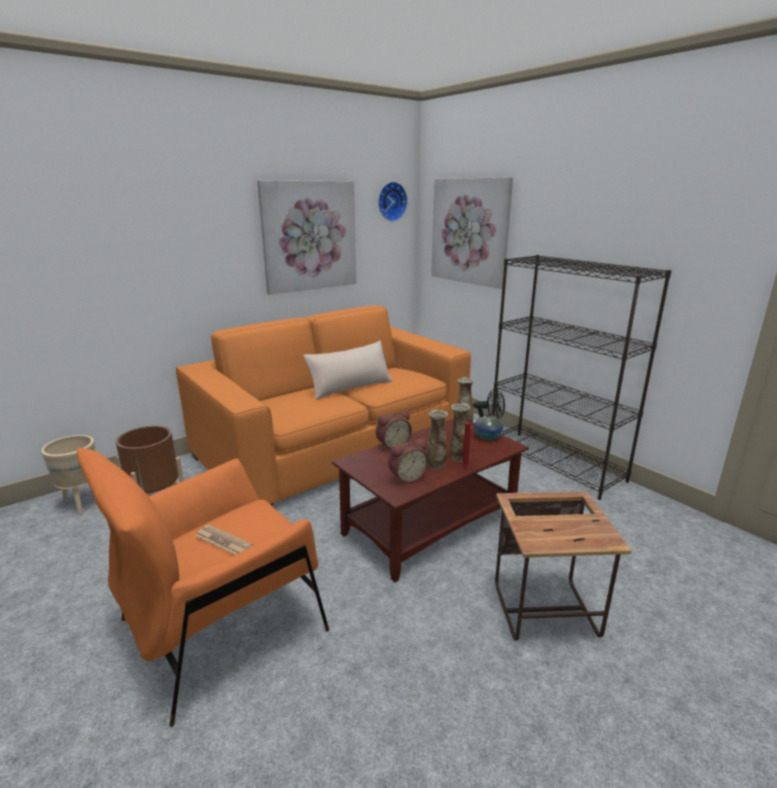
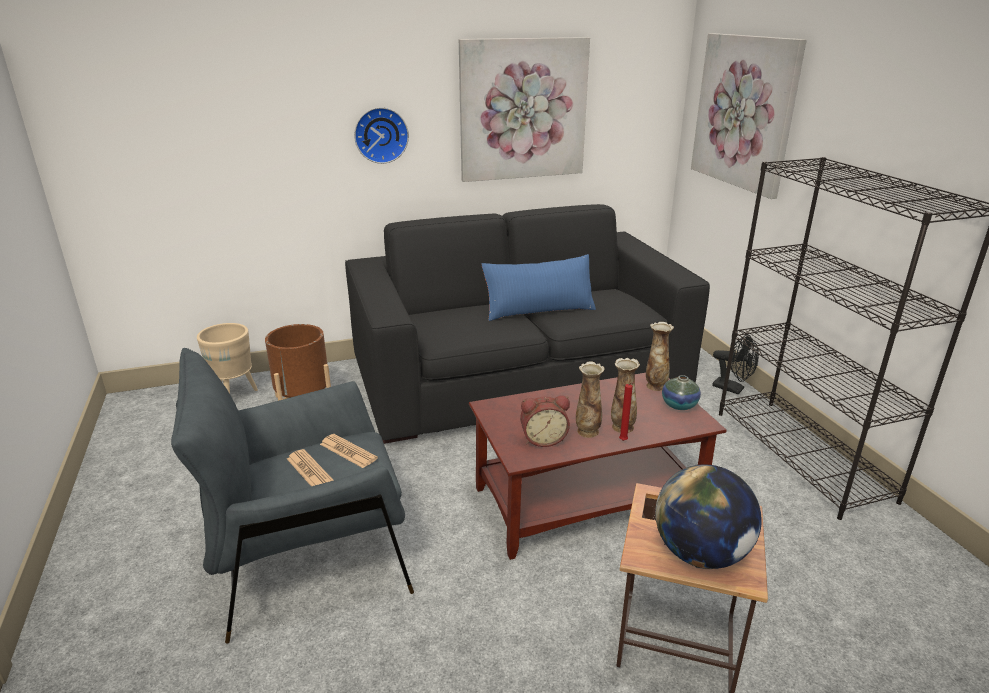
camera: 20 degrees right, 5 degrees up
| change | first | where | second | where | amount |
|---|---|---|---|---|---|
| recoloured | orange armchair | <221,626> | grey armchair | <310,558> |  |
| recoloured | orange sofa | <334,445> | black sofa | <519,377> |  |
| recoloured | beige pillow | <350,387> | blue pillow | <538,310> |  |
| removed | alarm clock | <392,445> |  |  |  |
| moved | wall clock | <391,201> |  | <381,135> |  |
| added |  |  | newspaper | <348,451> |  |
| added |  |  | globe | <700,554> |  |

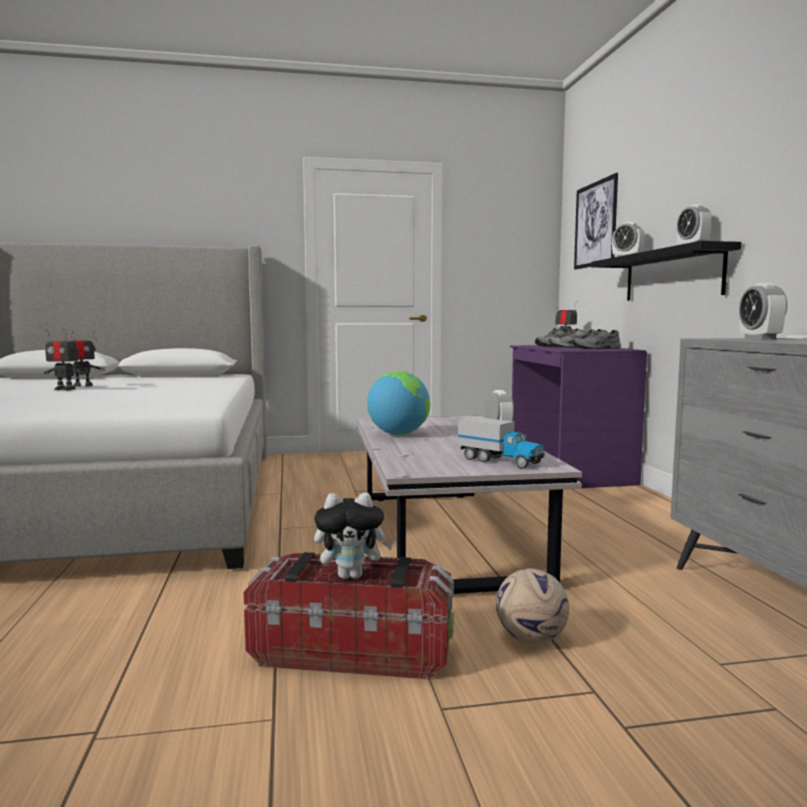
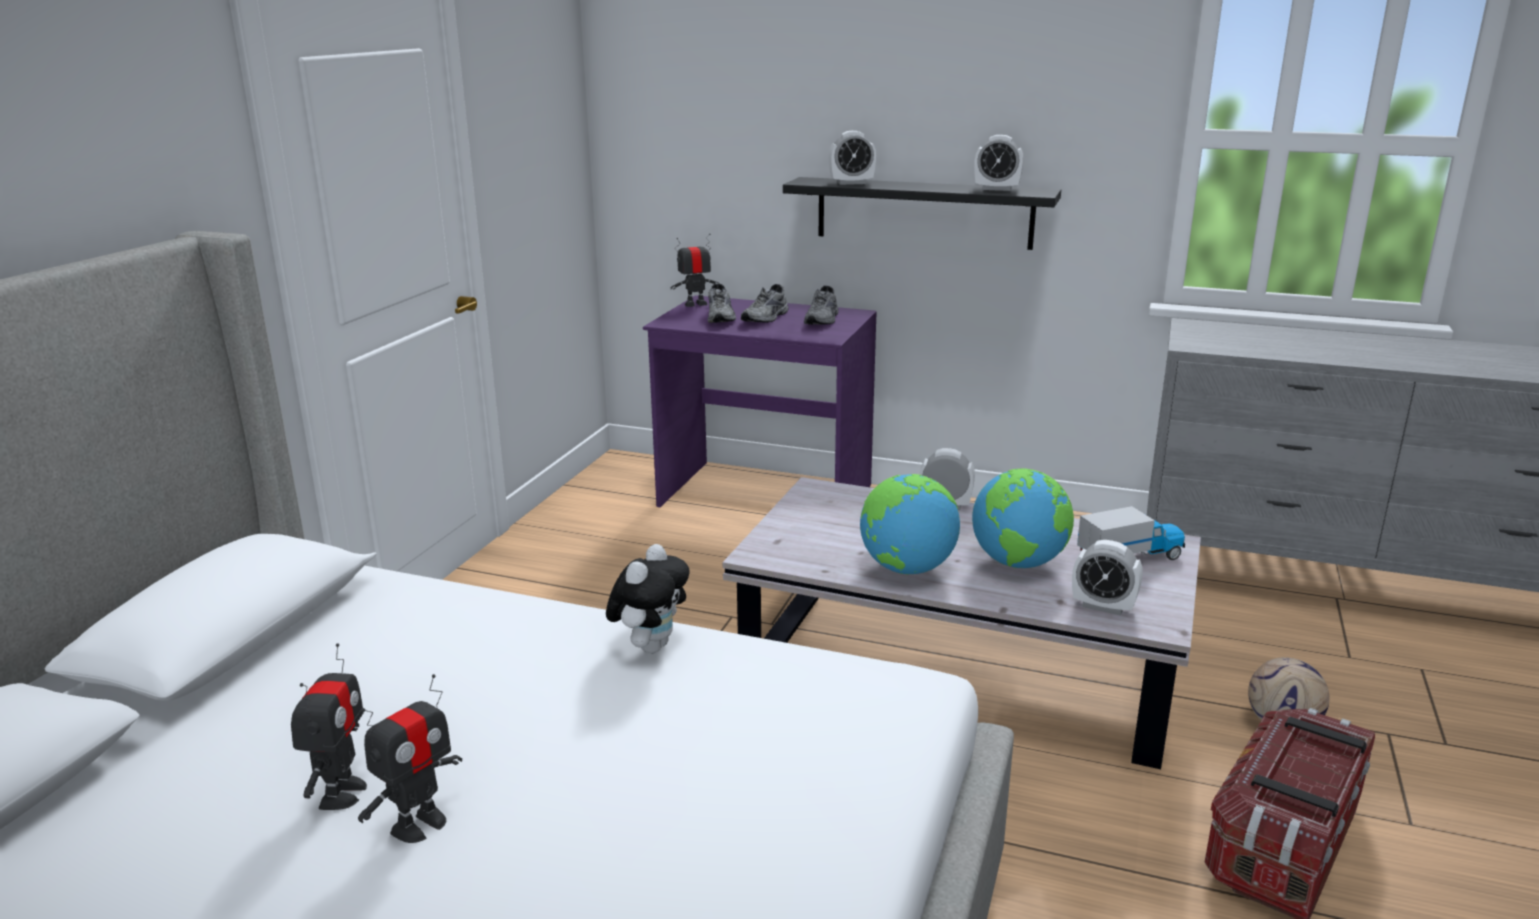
camera: 60 degrees left, 15 degrees up
| change | first | where | second | where | amount |
|---|---|---|---|---|---|
| moved | plush toy | <352,575> |  | <651,645> |  |
| removed | picture | <595,224> |  |  |  |
| moved | alarm clock | <760,338> |  | <1103,607> |  |
| added |  |  | globe | <1019,563> |  |

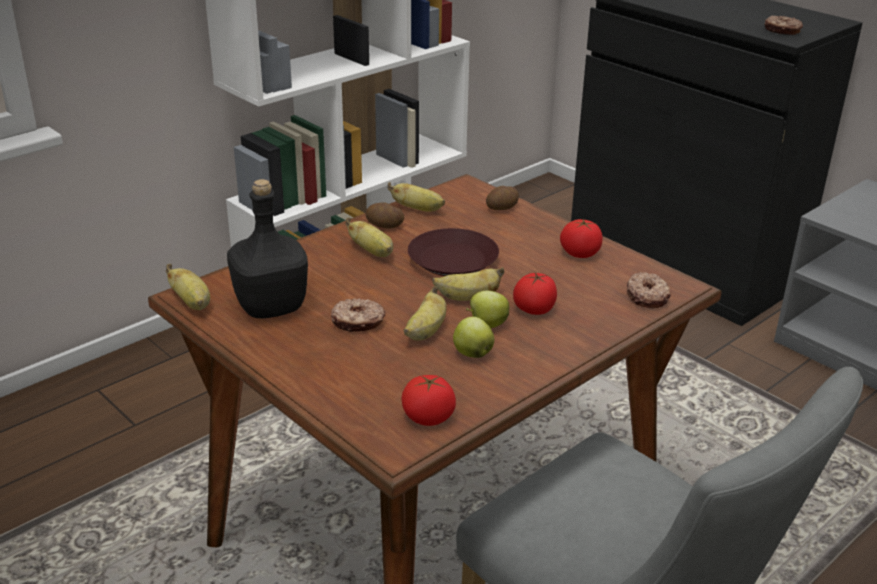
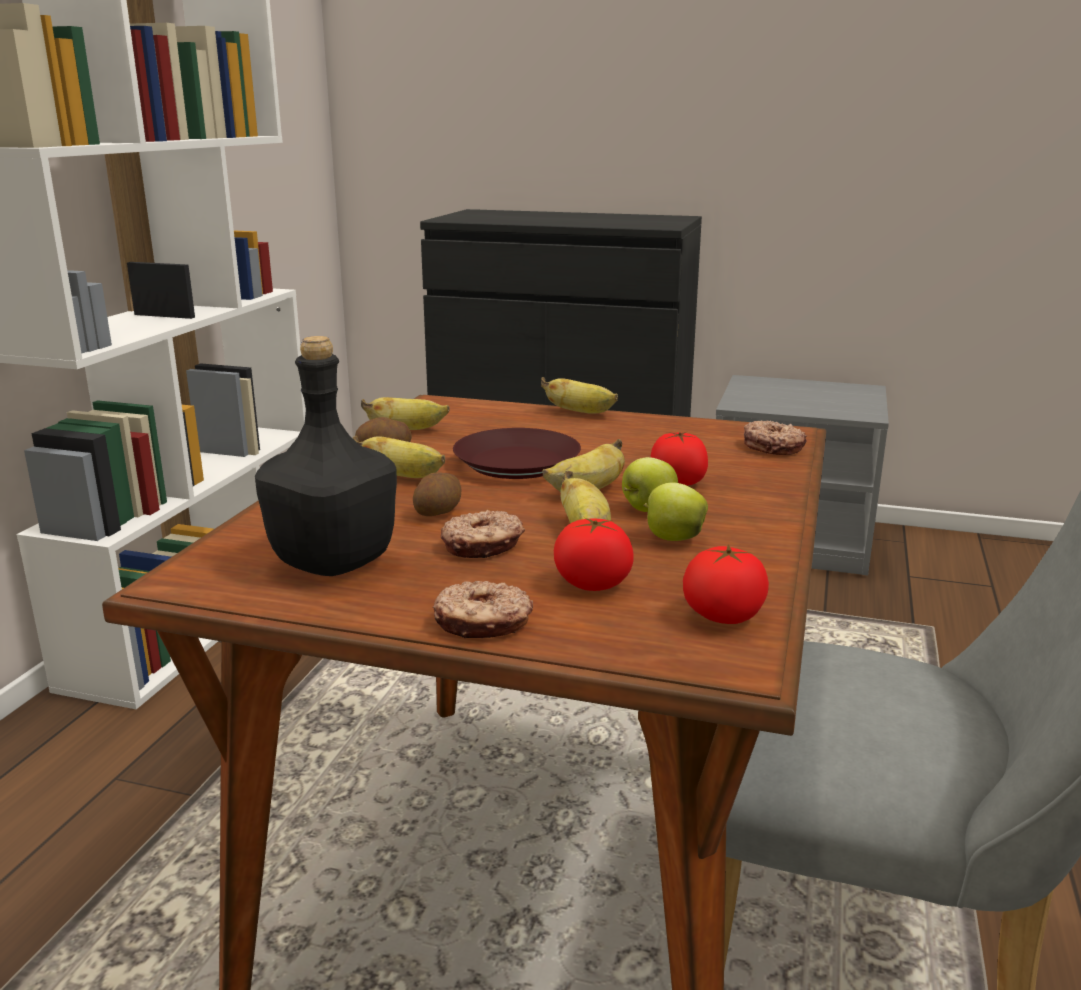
camera: 30 degrees left, 10 degrees down
| change | first | where | second | where | amount |
|---|---|---|---|---|---|
| moved | banana | <192,303> |  | <581,413> |  |
| moved | potato | <502,208> |  | <439,512> |  |
| moved | tomato | <580,253> |  | <592,583> |  |
| moved | donut | <782,31> |  | <482,624> |  |

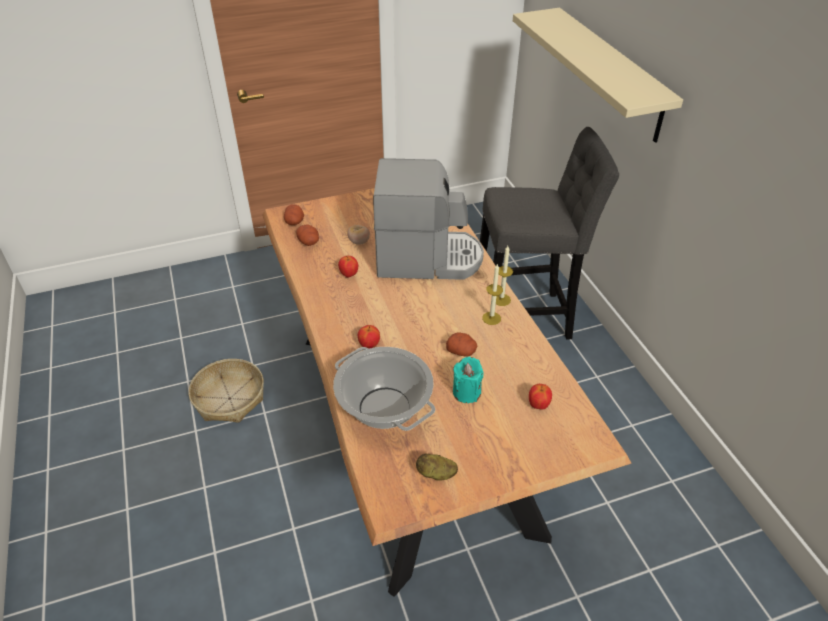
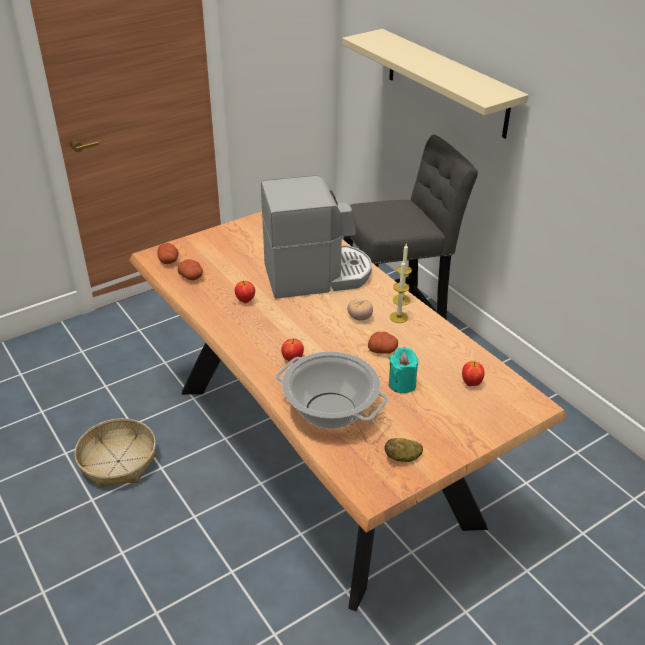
camera: 15 degrees left, 5 degrees down
| change | first | where | second | where | amount |
|---|---|---|---|---|---|
| moved | tomato | <359,242> |  | <359,317> |  |

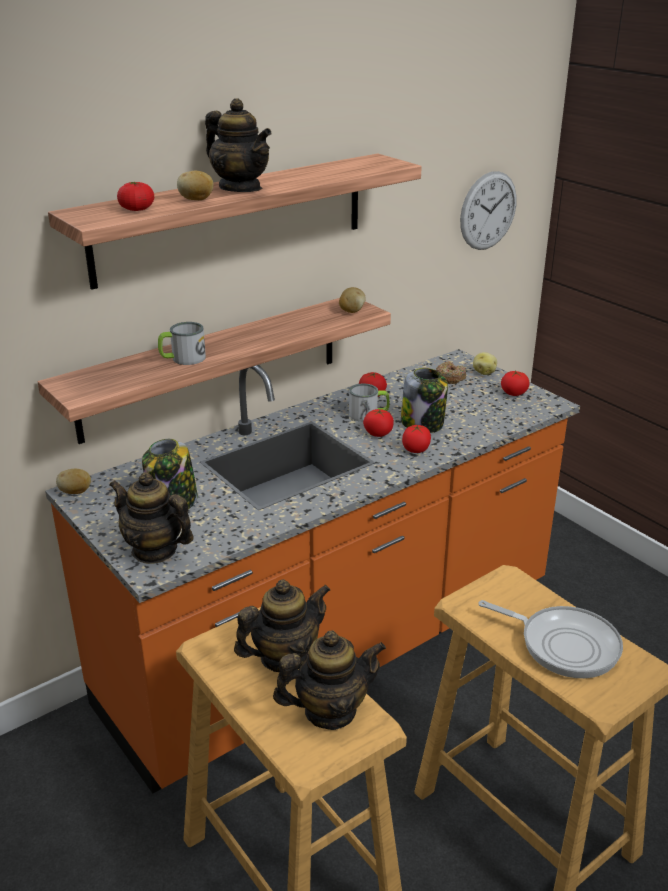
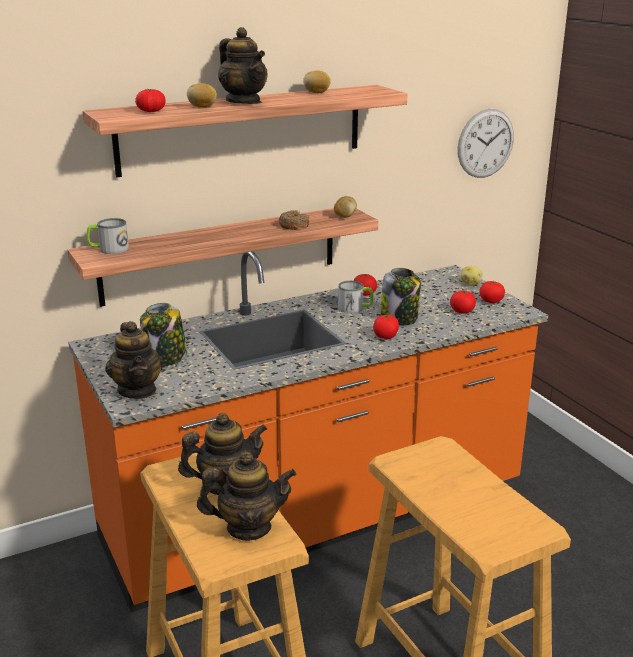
camera: 10 degrees right, 5 degrees down
| change | first | where | second | where | amount |
|---|---|---|---|---|---|
| moved | potato | <75,492> |  | <317,93> |  |
| turned | teapot | <154,550> |  | <137,390> | 150 degrees counterclockwise |
| moved | mug | <182,359> |  | <108,249> |  |
| moved | tomato | <378,433> |  | <462,311> |  |
| moved | donut | <450,378> |  | <293,225> |  |
| removed | frying pan | <563,644> |  |  |  |

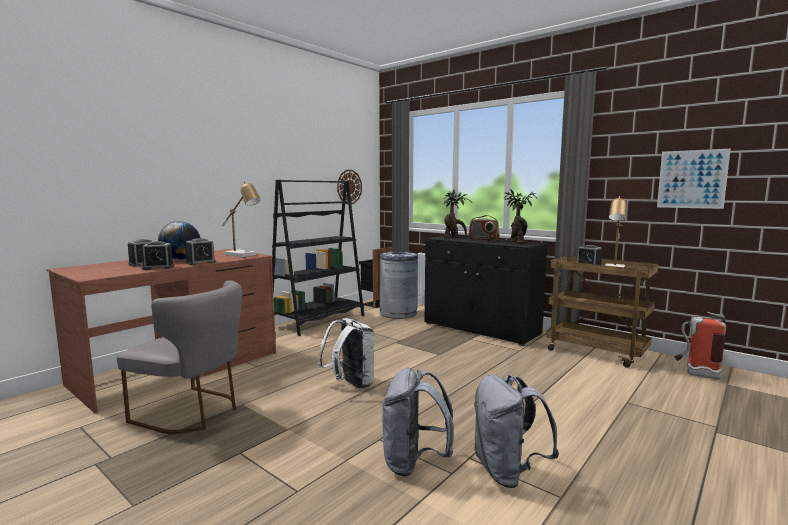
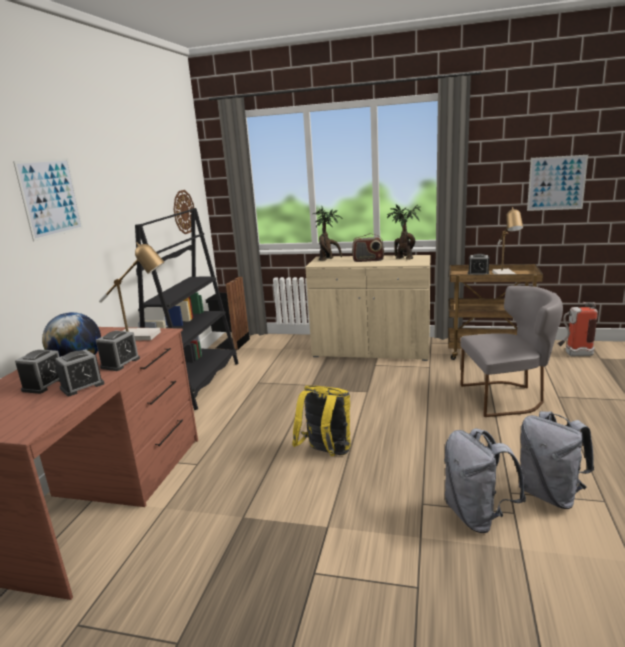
camera: 25 degrees left, 10 degrees up
| change | first | where | second | where | amount |
|---|---|---|---|---|---|
| moved | grey chair | <194,412> |  | <507,397> |  |
| recoloured | white backpack | <350,384> | yellow backpack | <326,453> |  |
| removed | grey trash can | <398,313> |  |  |  |
| recoloured | black cabinet | <480,329> | beige cabinet | <371,351> |  |
| added |  |  | picture | <50,198> |  |

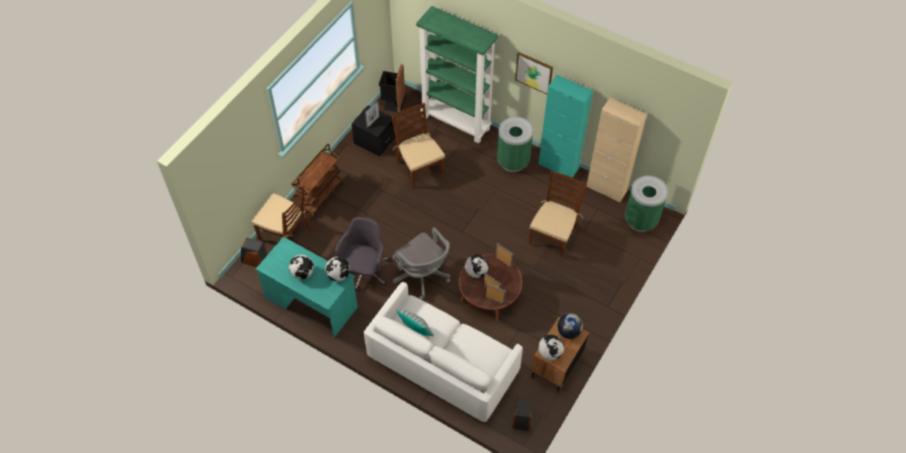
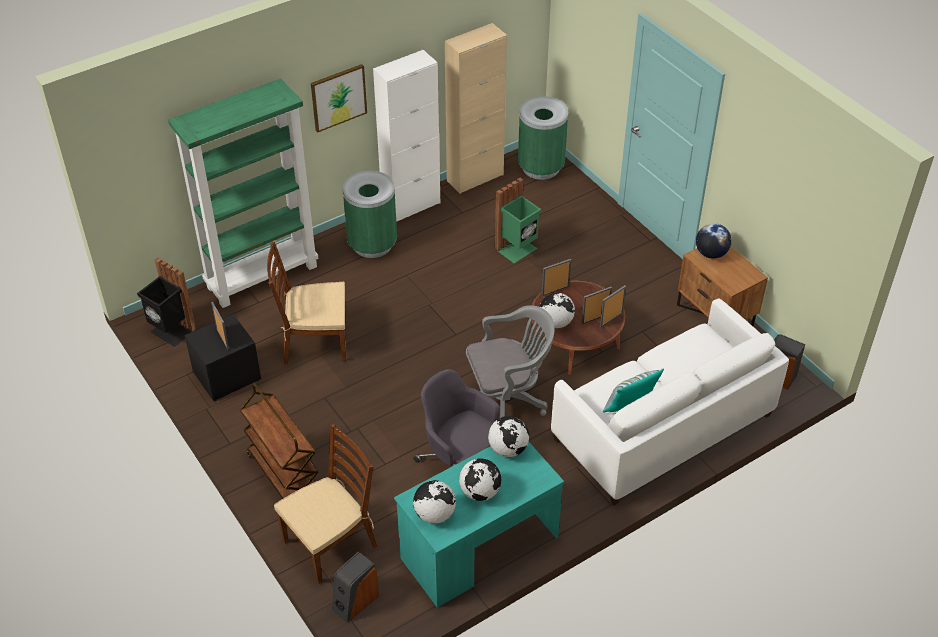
camera: 65 degrees left, 10 degrees down
| change | first | where | second | where | amount |
|---|---|---|---|---|---|
| replaced | brown chair | <553,236> | green trash can | <517,249> |  |
| recoloured | turquoise cabinet | <558,166> | white cabinet | <411,206> |  |
| moved | globe | <550,353> |  | <434,514> |  |

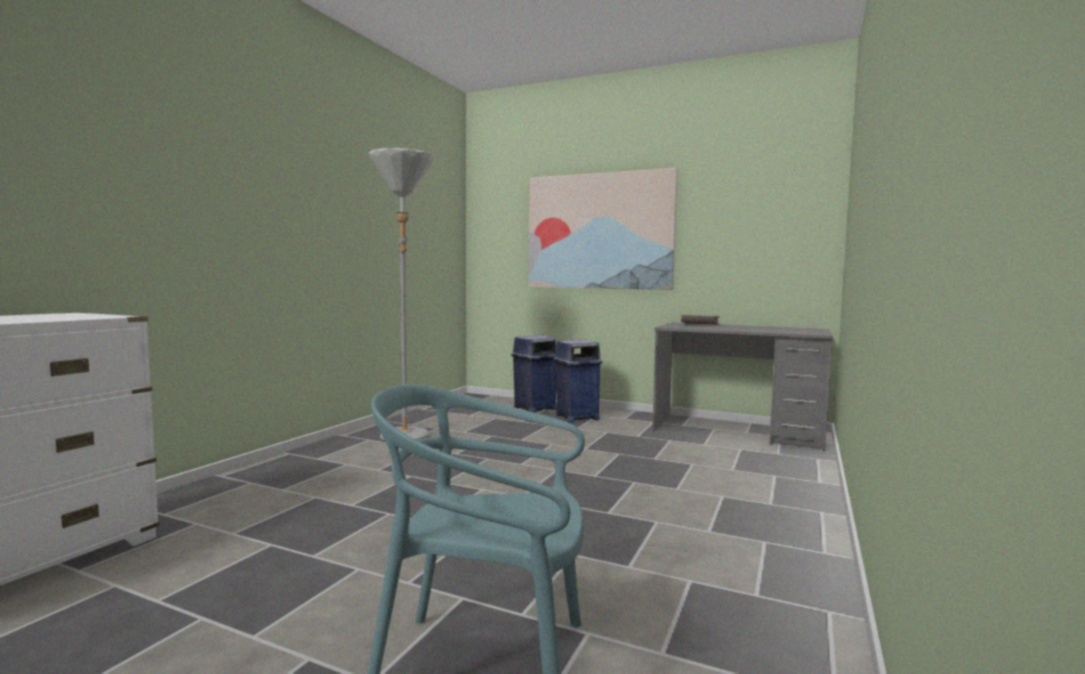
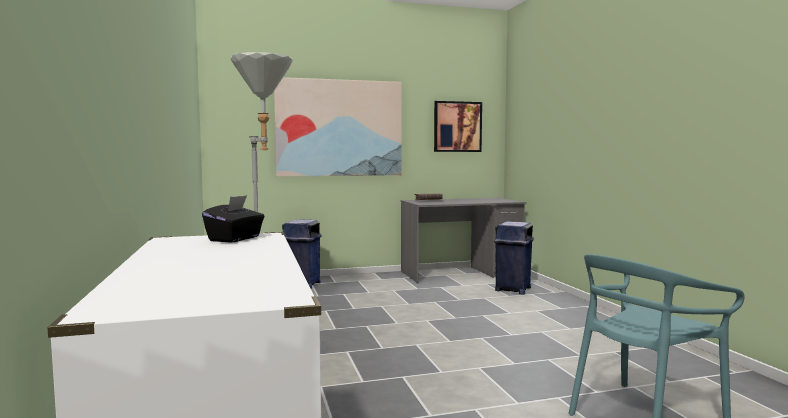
camera: 40 degrees left, 0 degrees up
| change | first | where | second | where | amount |
|---|---|---|---|---|---|
| moved | blue trash can | <576,417> |  | <512,289> |  |
| added |  |  | black tissue box | <235,239> |  |
| added |  |  | picture | <457,126> |  |

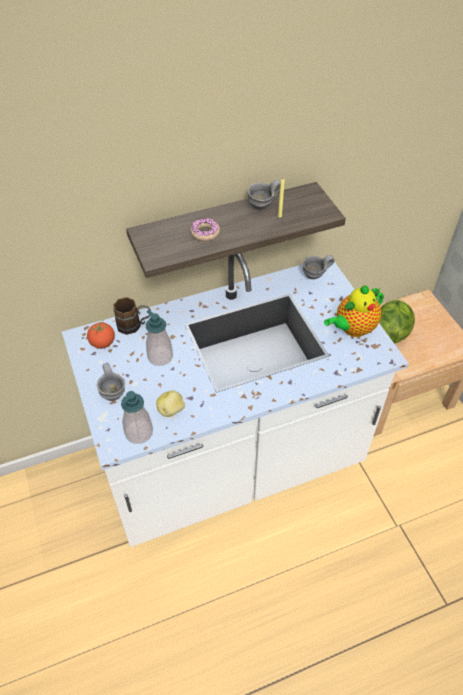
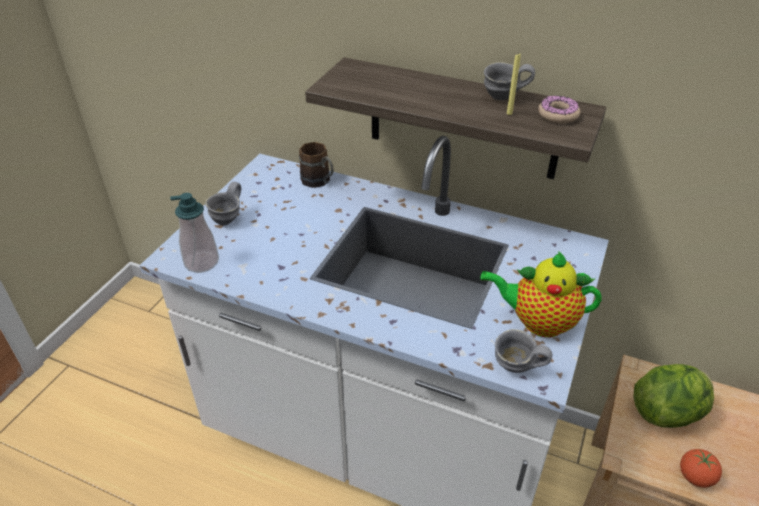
camera: 45 degrees right, 10 degrees down
| change | first | where | second | where | amount |
|---|---|---|---|---|---|
| moved | tomato | <103,343> |  | <695,477> |  |
| removed | soap dispenser | <160,356> |  |  |  |
| removed | potato | <171,410> |  |  |  |
| moved | donut | <205,233> |  | <558,115> |  |
| moved | grey mug | <315,277> |  | <515,370> |  |

